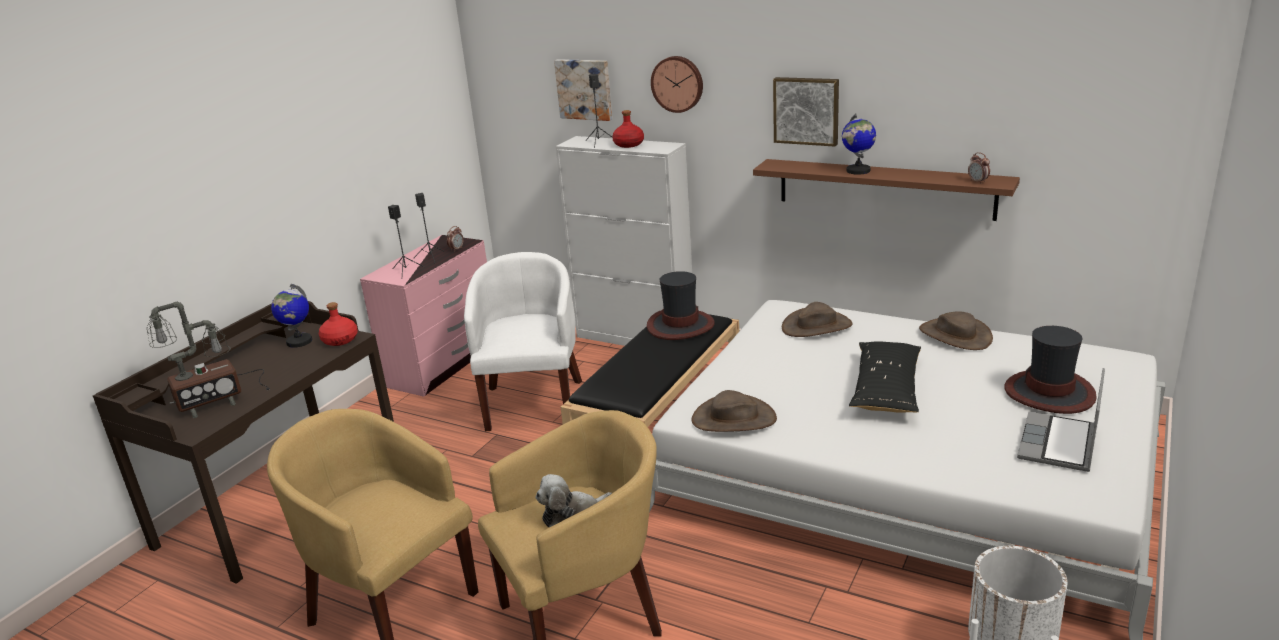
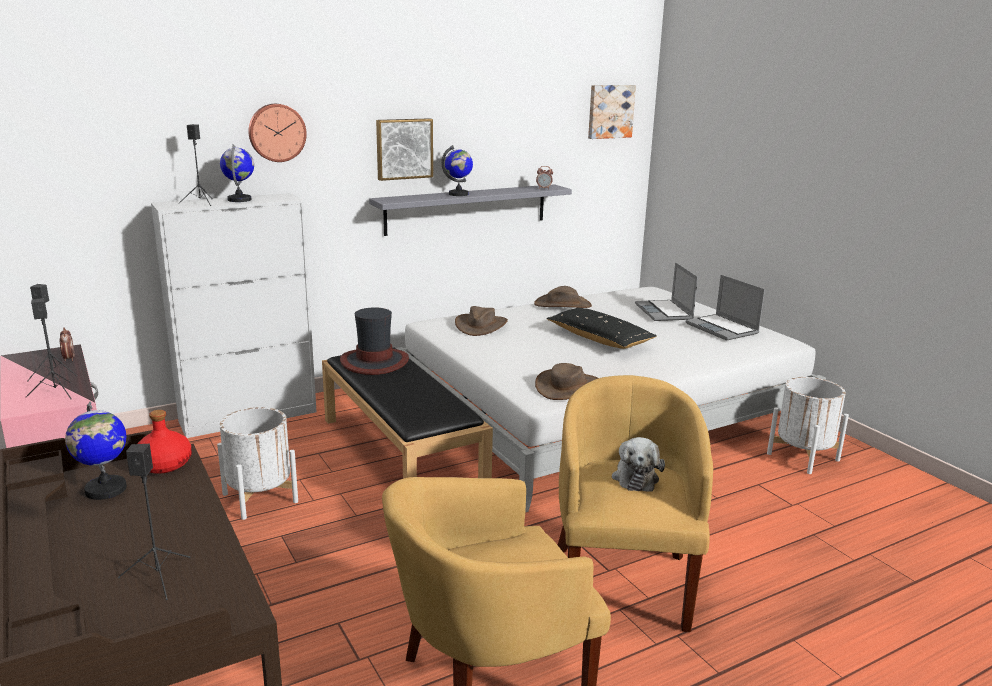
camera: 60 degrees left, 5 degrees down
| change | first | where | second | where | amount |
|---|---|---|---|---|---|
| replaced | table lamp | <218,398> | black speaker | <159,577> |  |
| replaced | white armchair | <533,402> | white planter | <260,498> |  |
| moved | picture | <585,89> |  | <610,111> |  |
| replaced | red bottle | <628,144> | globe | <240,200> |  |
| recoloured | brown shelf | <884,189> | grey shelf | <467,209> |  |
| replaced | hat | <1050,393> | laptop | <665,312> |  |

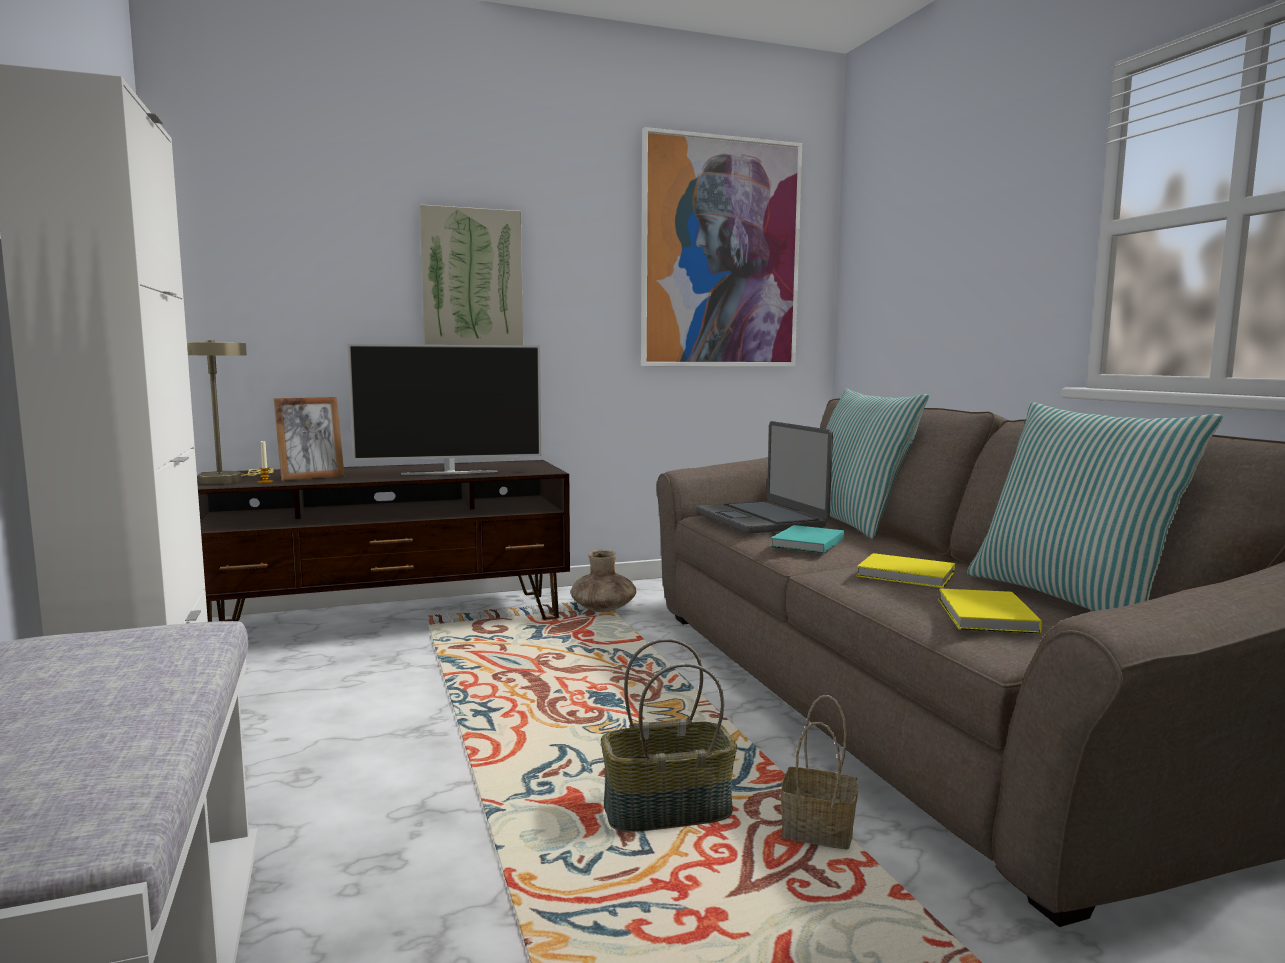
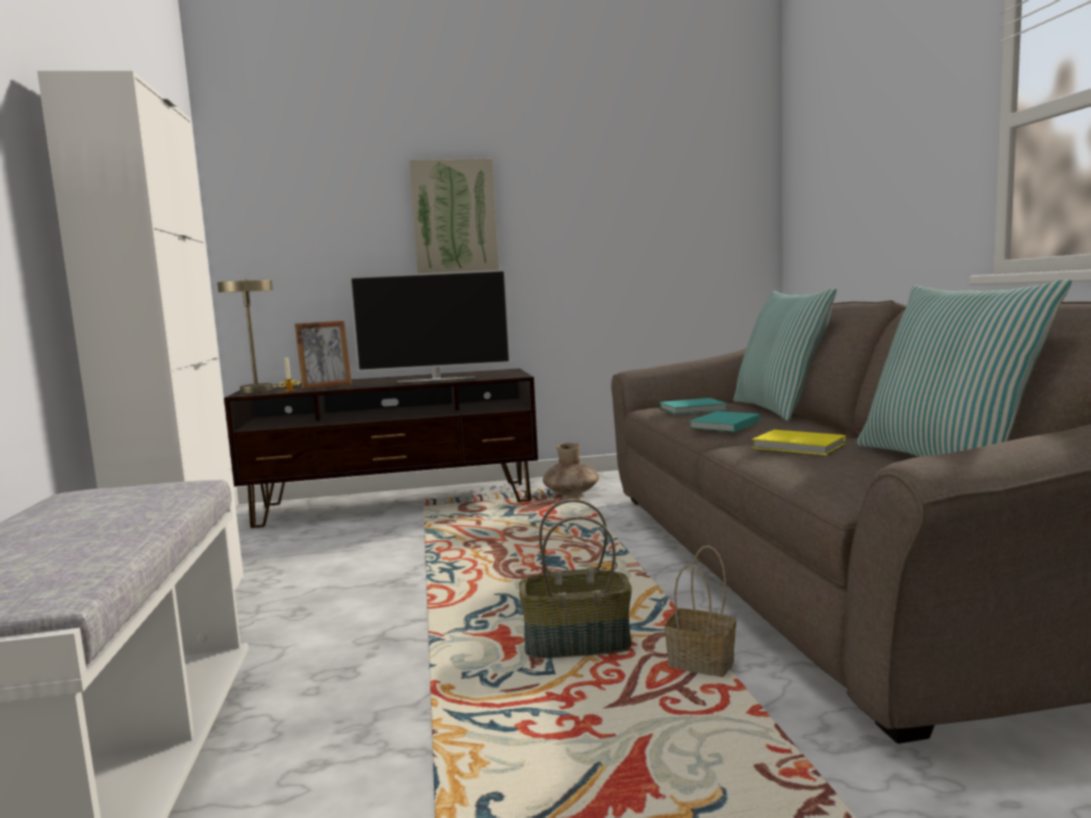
camera: 10 degrees right, 0 degrees up
| change | first | where | second | where | amount |
|---|---|---|---|---|---|
| removed | picture | <720,254> |  |  |  |
| replaced | laptop | <761,519> | turquoise book | <694,409> |  |
| removed | yellow book | <985,616> |  |  |  |

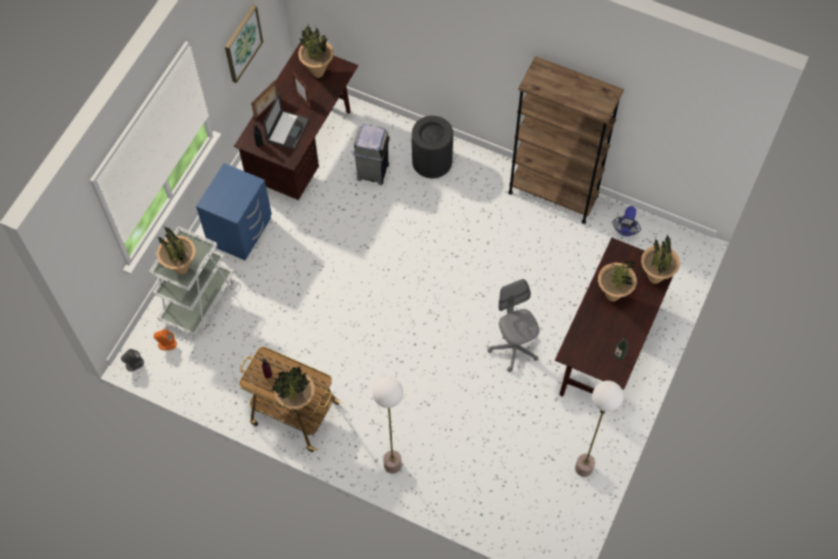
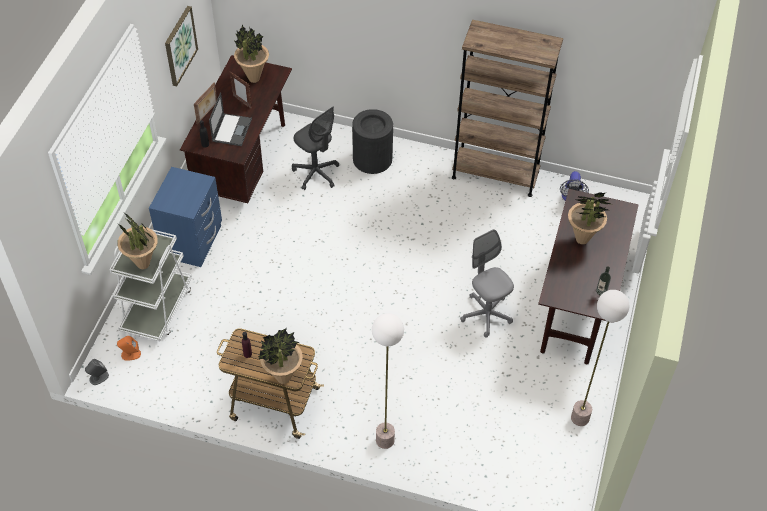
camera: 10 degrees left, 10 degrees down
| change | first | where | second | where | amount |
|---|---|---|---|---|---|
| replaced | grey trash can | <373,171> | grey office chair | <316,173> |  |
| removed | potted plant | <654,278> |  |  |  |

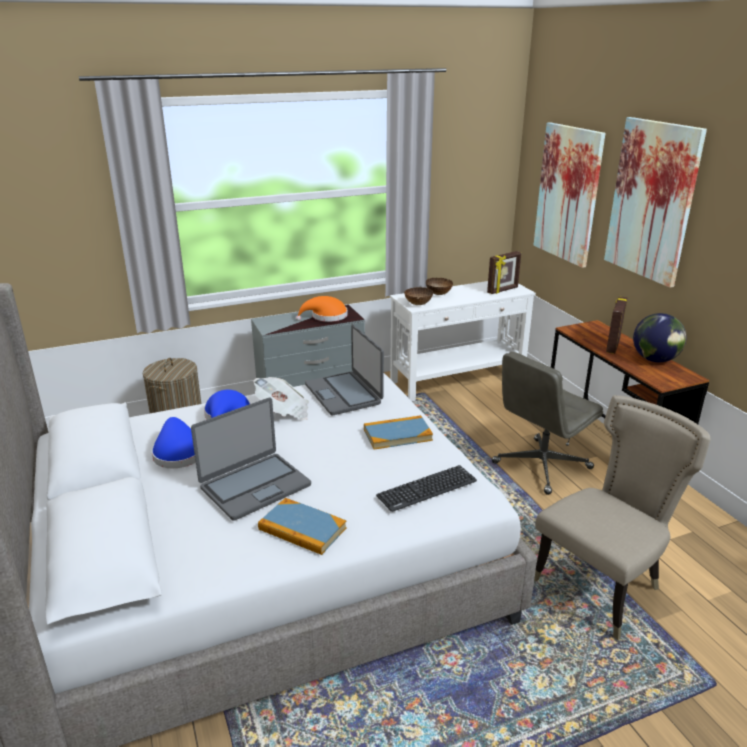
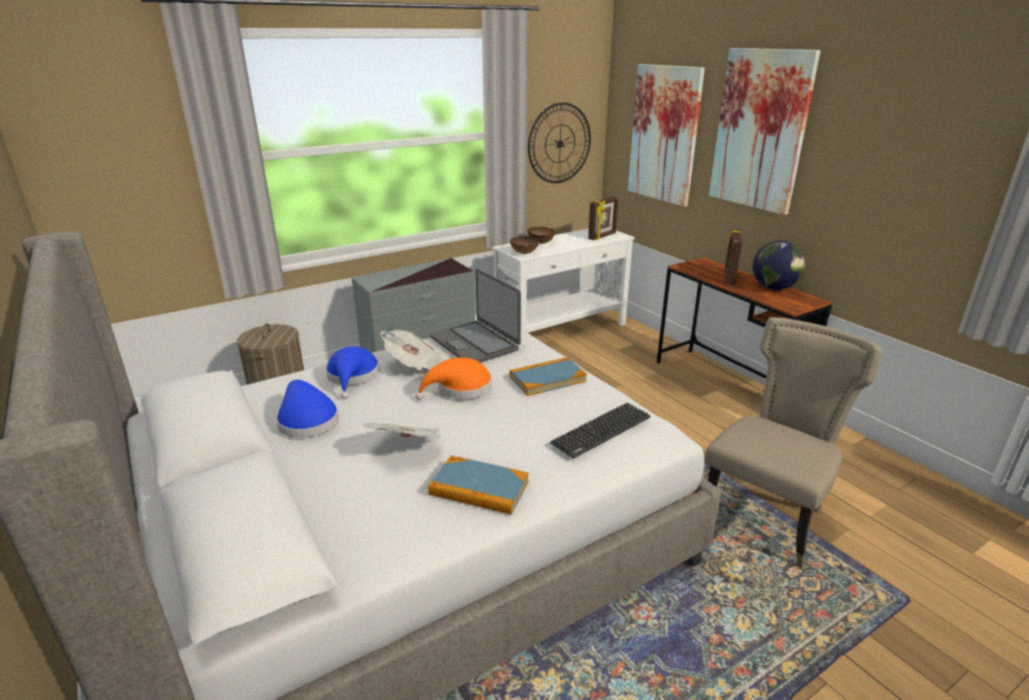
camera: 10 degrees left, 0 degrees up
| change | first | where | second | where | amount |
|---|---|---|---|---|---|
| replaced | laptop | <254,486> | newspaper | <408,447> |  |
| moved | orange hat | <326,317> |  | <460,388> |  |
| removed | grey office chair | <541,466> |  |  |  |
| added |  |  | wall clock | <559,143> |  |

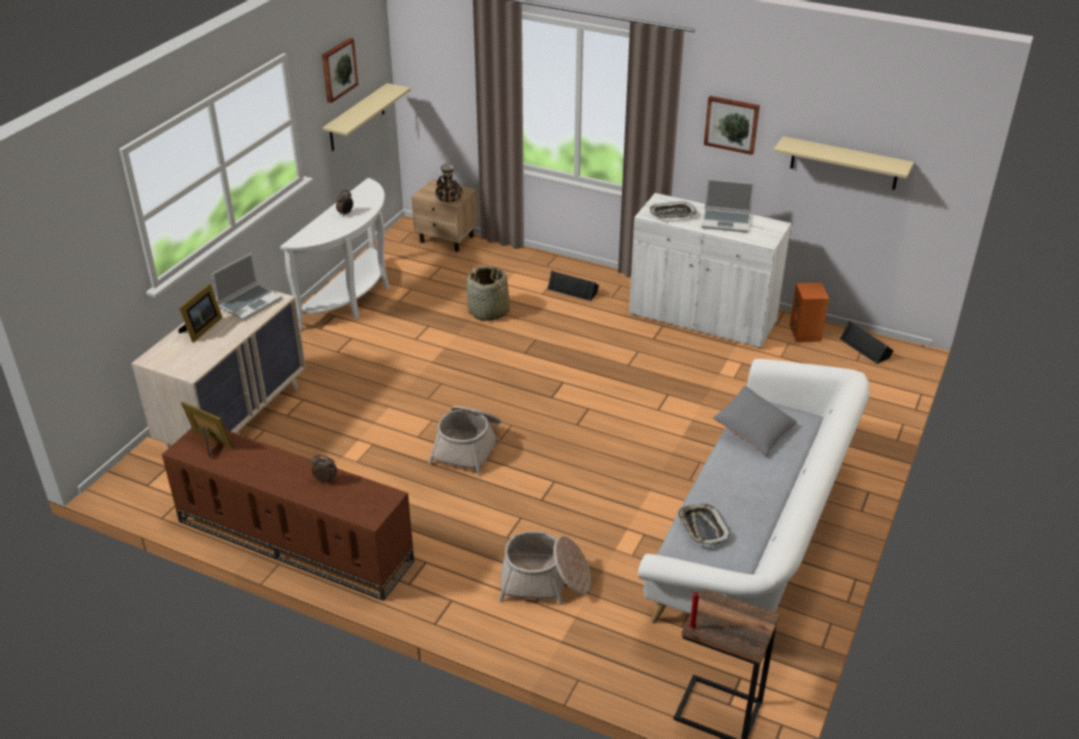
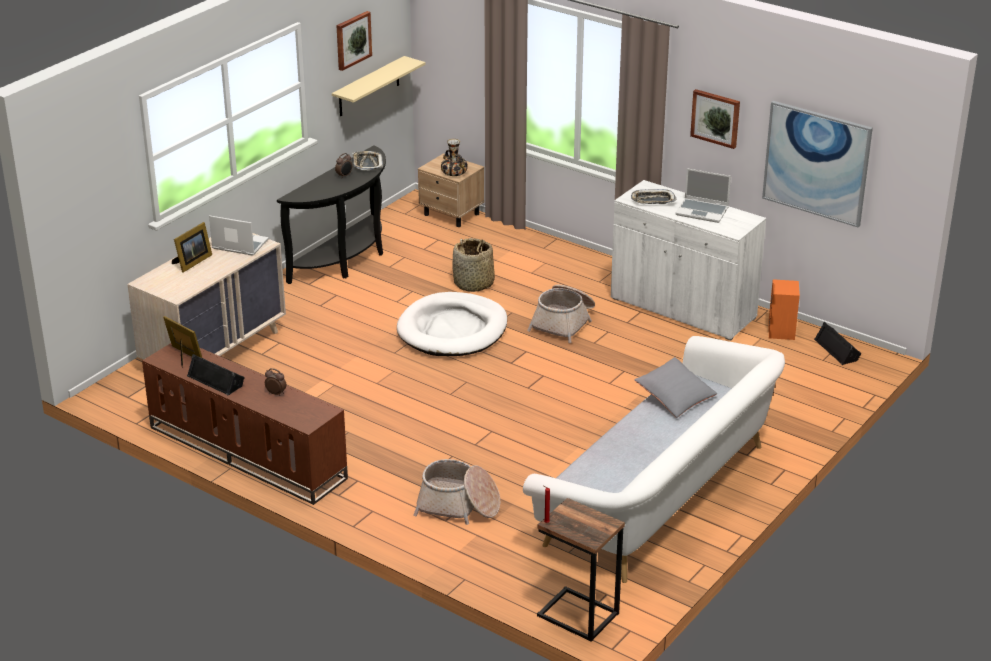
camera: 10 degrees right, 5 degrees down
| change | first | where | second | where | amount |
|---|---|---|---|---|---|
| turned | laptop | <250,302> |  | <239,245> | 120 degrees counterclockwise |
| recoloured | white console table | <353,298> | black console table | <346,260> |  |
| moved | basket | <468,446> |  | <564,322> |  |
| moved | black speaker | <573,290> |  | <216,380> |  |
| moved | tray | <702,528> |  | <367,163> |  |
| replaced | beige shelf | <844,163> | picture | <816,163> |  |
| added |  |  | white dog bed | <452,330> |  |

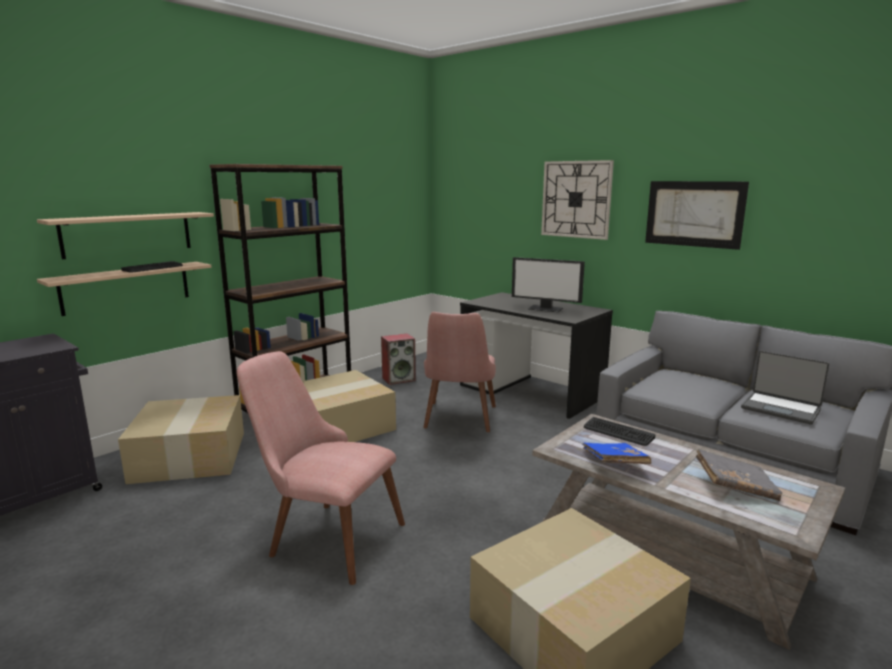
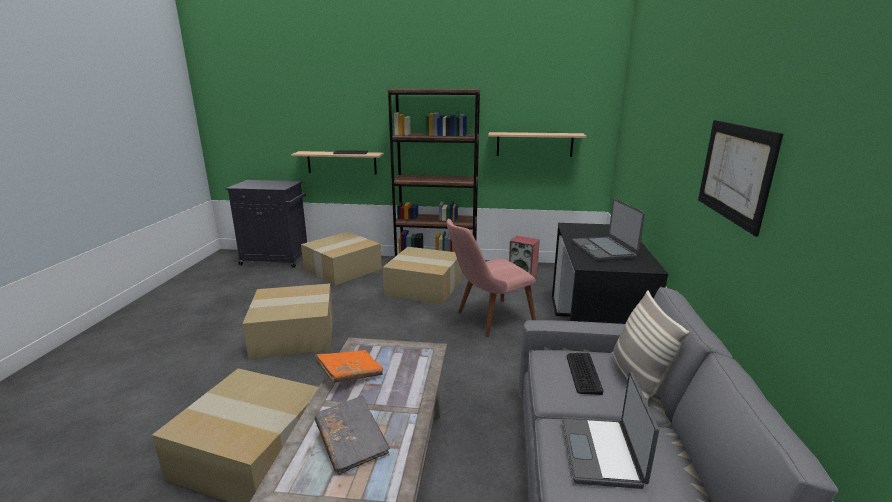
camera: 55 degrees right, 5 degrees up
| change | first | where | second | where | amount |
|---|---|---|---|---|---|
| moved | shelf | <128,234> |  | <534,144> |  |
| replaced | pink chair | <323,536> | cardboard box | <295,333> |  |
| replaced | monitor | <546,308> | laptop | <604,249> |  |
| removed | wall clock | <576,199> |  |  |  |
| recoloured | blue book | <614,464> | orange book | <350,374> |  |
| moved | keyboard | <618,432> |  | <583,373> |  |
| added |  |  | pillow | <637,379> |  |

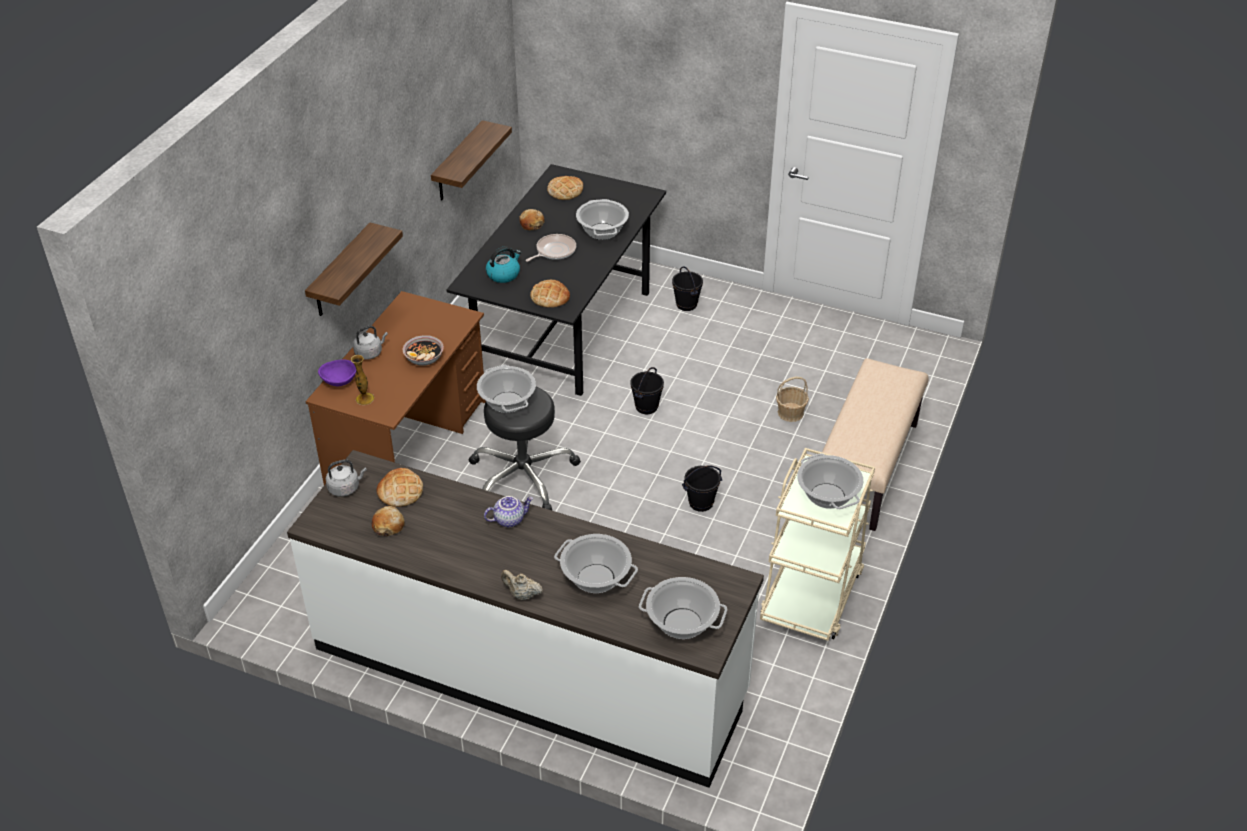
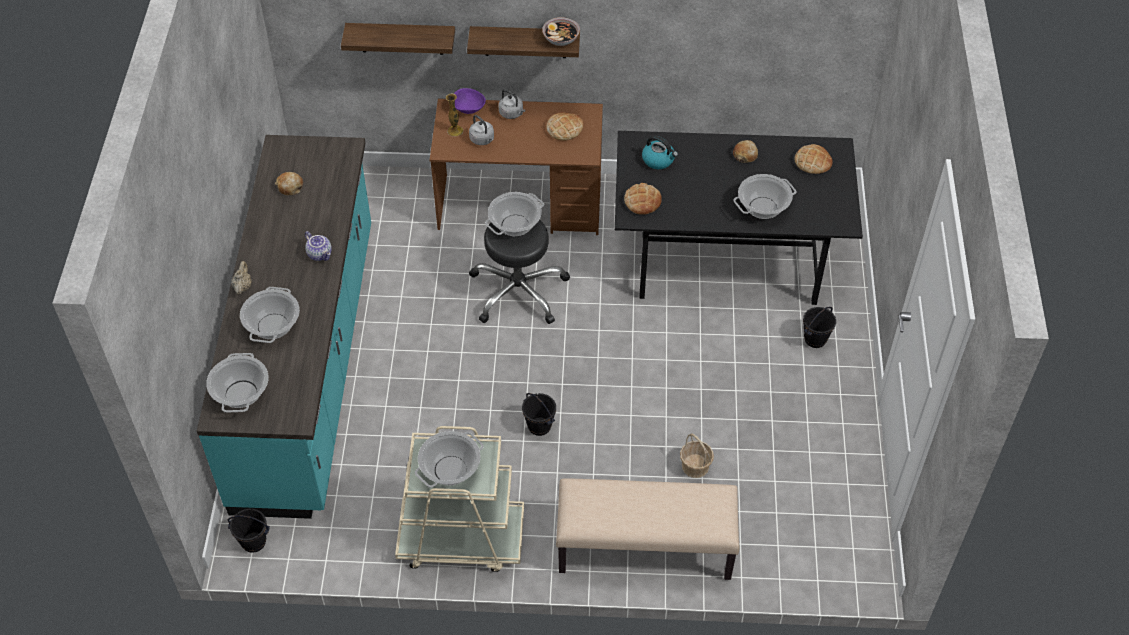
camera: 70 degrees right, 10 degrees up
| change | first | where | second | where | amount |
|---|---|---|---|---|---|
| recoloured | white counter | <530,670> | turquoise counter | <308,364> |  |
| moved | grey kettle | <345,488> |  | <482,140> |  |
| moved | bread | <400,491> |  | <564,129> |  |
| moved | bowl | <424,358> |  | <561,39> |  |
| moved | shelf | <458,163> |  | <401,38> |  |
| removed | frying pan | <554,251> |  |  |  |
| moved | black bucket | <647,407> |  | <253,542> |  |

